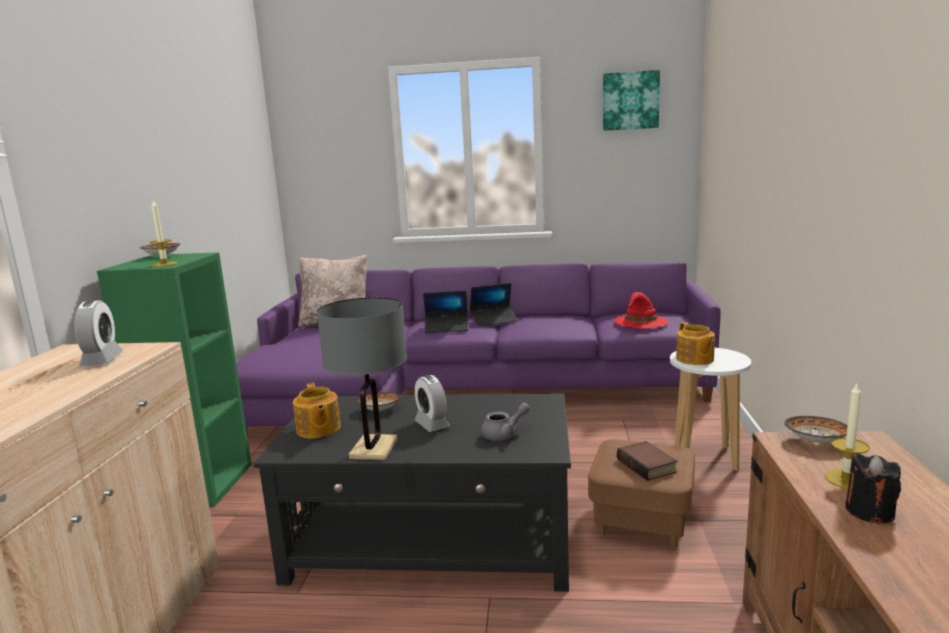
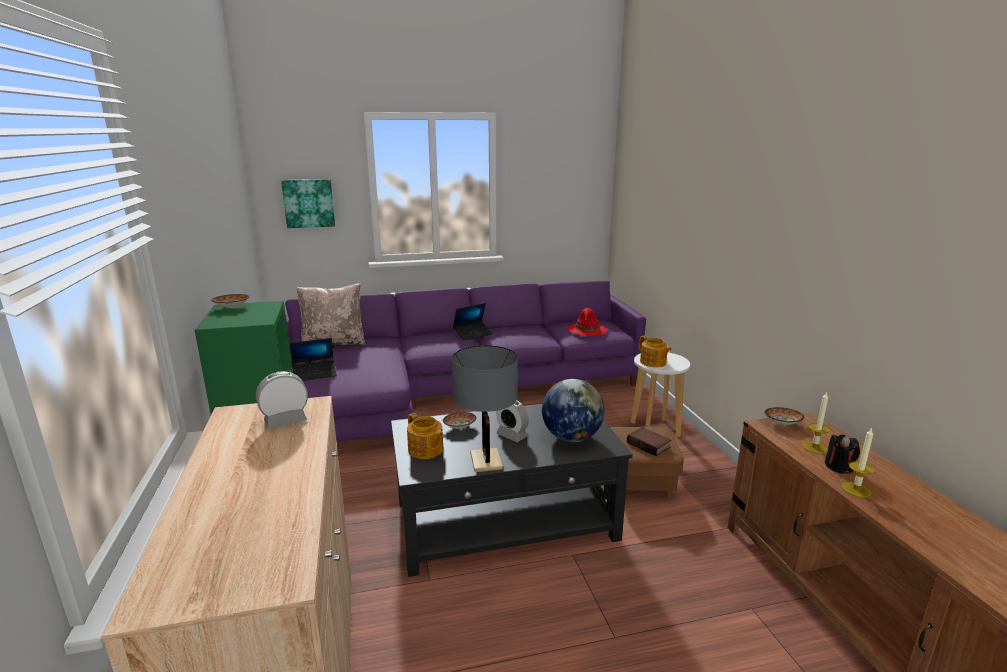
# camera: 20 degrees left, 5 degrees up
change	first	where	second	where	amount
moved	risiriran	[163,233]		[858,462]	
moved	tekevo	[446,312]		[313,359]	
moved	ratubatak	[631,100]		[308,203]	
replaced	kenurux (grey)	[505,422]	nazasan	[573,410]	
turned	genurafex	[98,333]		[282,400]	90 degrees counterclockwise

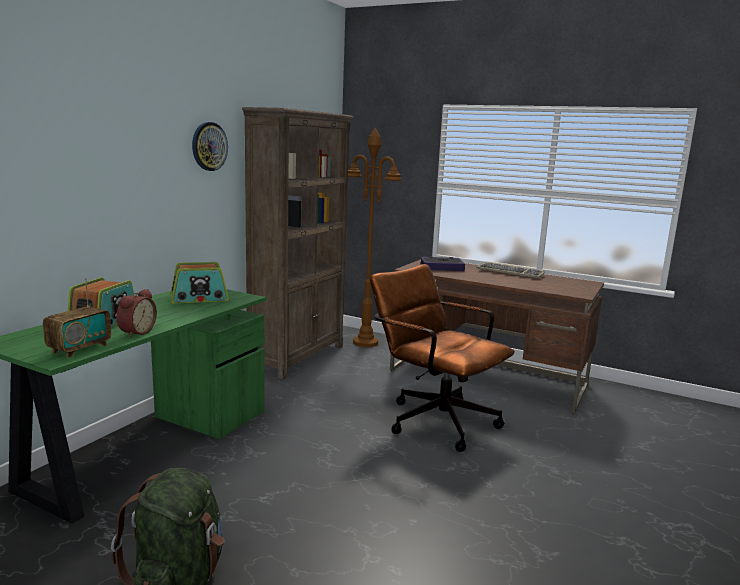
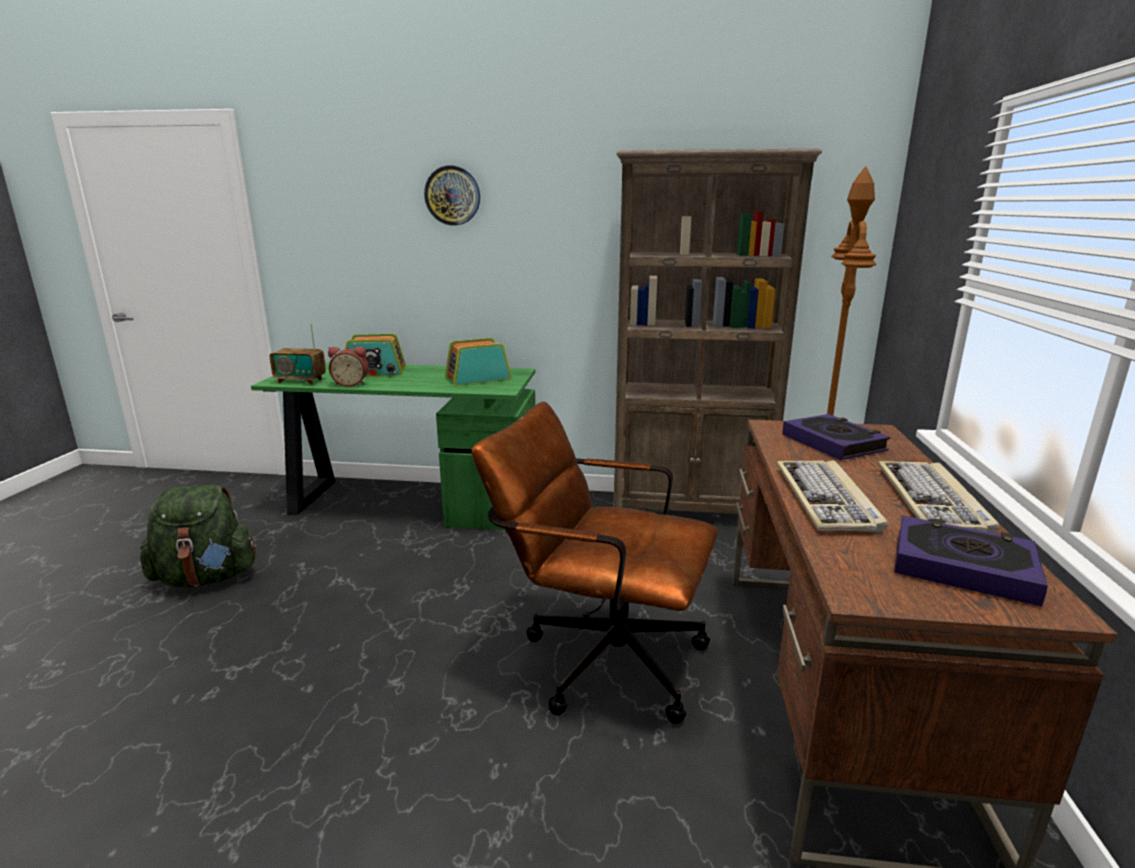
# camera: 70 degrees right, 5 degrees up
change	first	where	second	where	amount
added			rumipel	[832,496]	
added			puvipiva	[971,561]	
moved	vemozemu	[210,146]		[452,195]	
turned	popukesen	[200,283]		[478,362]	105 degrees clockwise
turned	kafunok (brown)	[442,358]		[594,562]	90 degrees counterclockwise

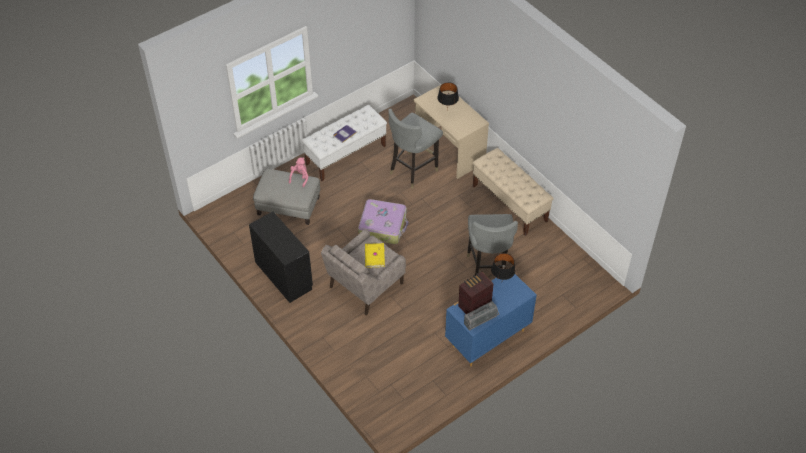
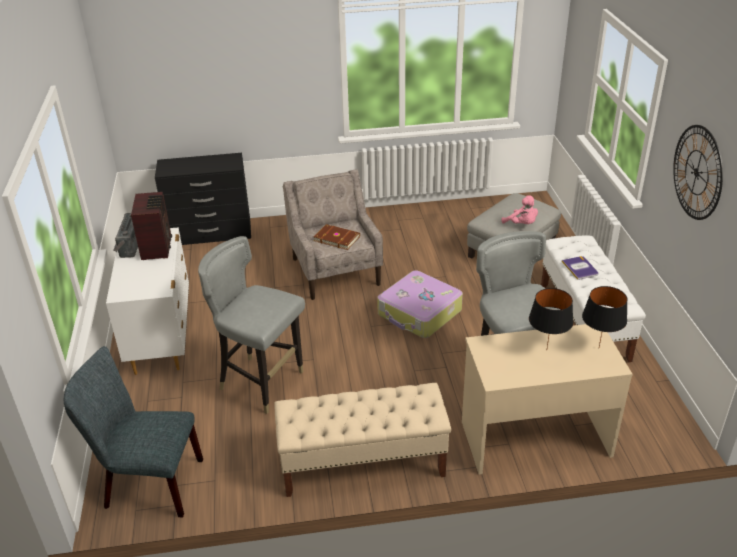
# camera: 120 degrees right, 15 degrees down
change	first	where	second	where	amount
added			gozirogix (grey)	[133,432]	
added			vemozemu	[698,172]	
moved	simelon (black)	[281,257]		[203,199]	
moved	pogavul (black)	[503,266]		[604,316]	
recoloured	puvipiva (yellow)	[375,255]	puvipiva (brown)	[337,237]	
recoloured	simelon (blue)	[491,320]	simelon (white)	[147,301]	

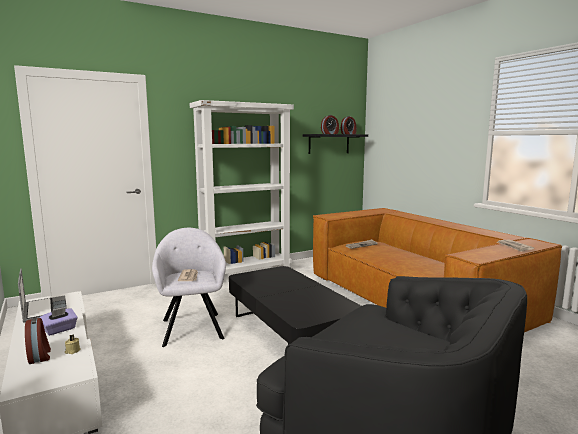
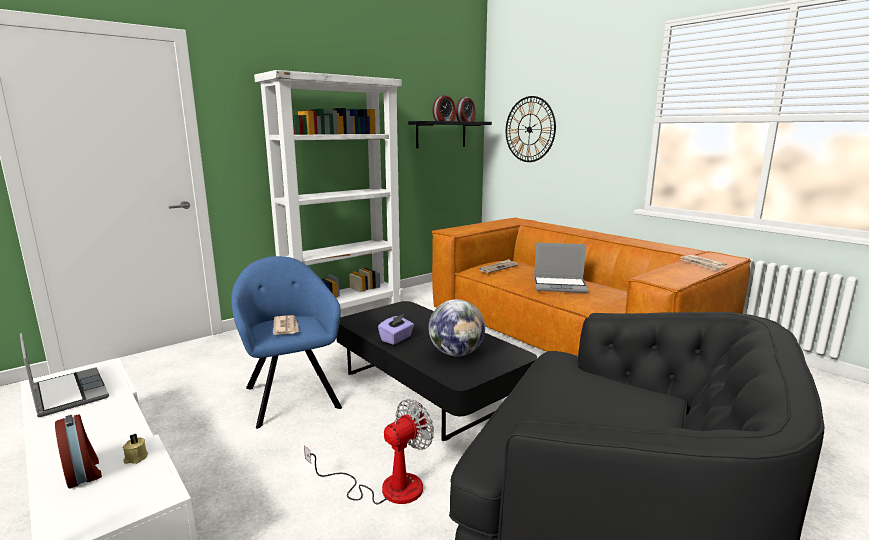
# camera: 10 degrees left, 5 degrees up
change	first	where	second	where	amount
added			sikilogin	[369,451]	
added			nazasan	[456,327]	
added			vemozemu	[531,129]	
added			tekevo	[561,268]	
moved	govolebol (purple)	[58,322]		[396,329]	
recoloured	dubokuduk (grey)	[189,287]	dubokuduk (blue)	[286,342]	

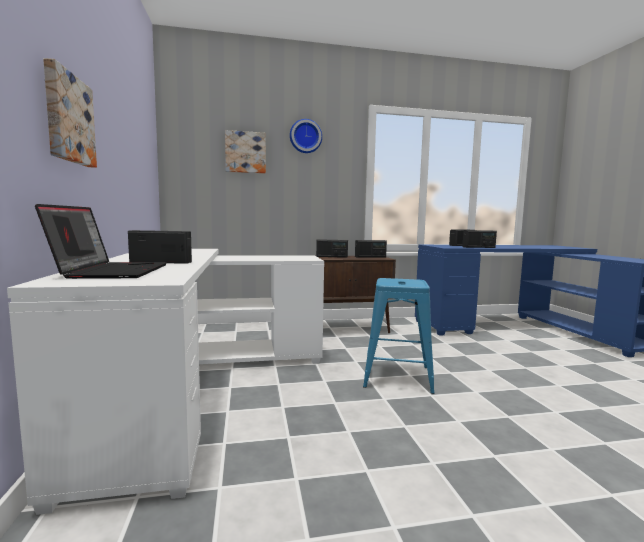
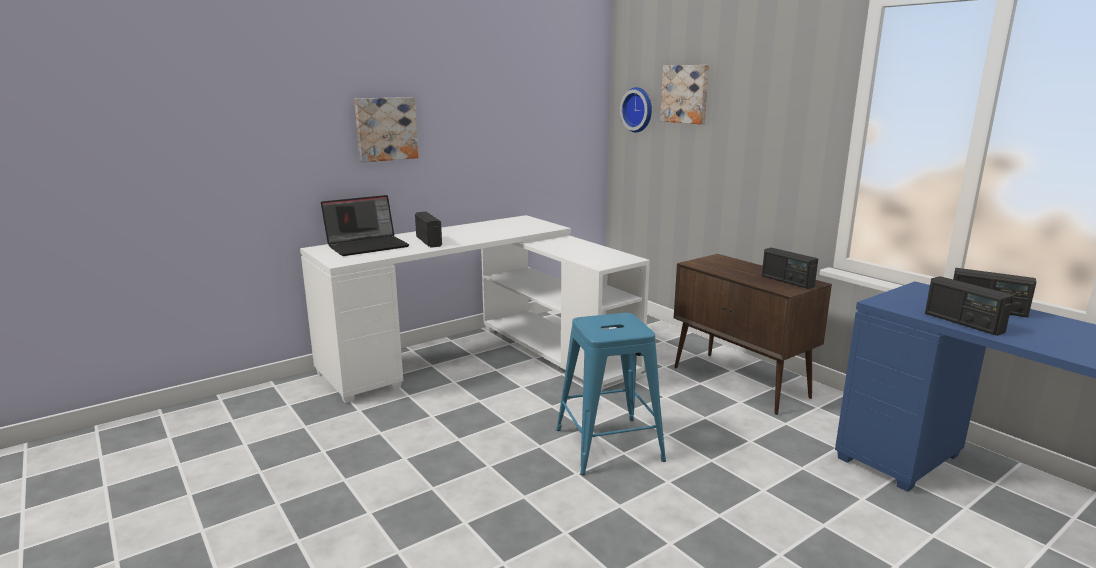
# camera: 65 degrees right, 10 degrees up
change	first	where	second	where	amount
removed	popukesen	[332,248]			
moved	vemozemu	[306,136]		[636,110]	

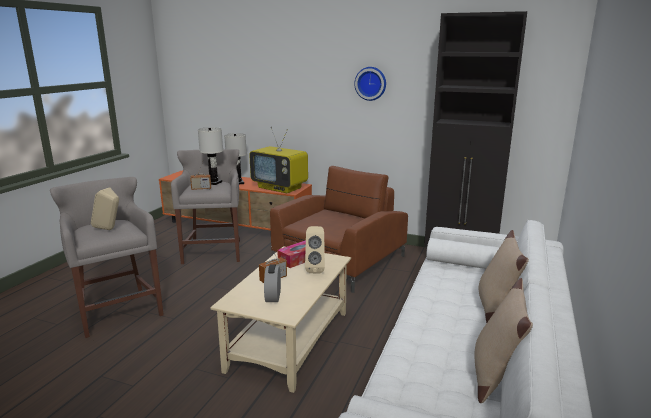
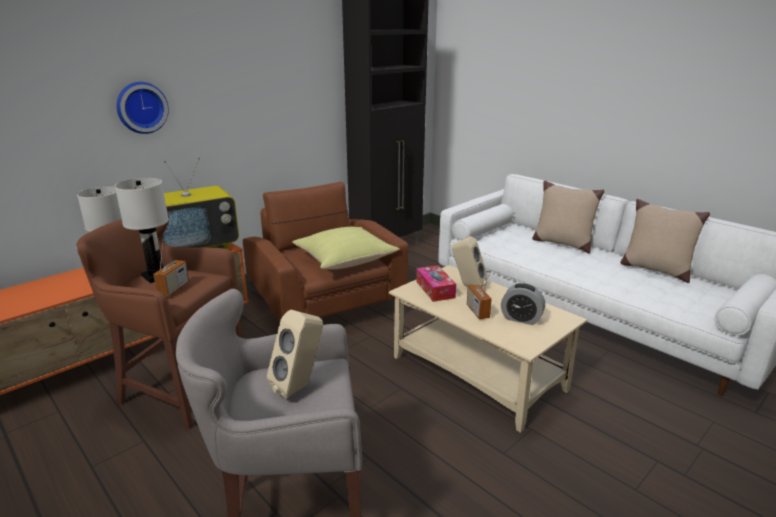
# camera: 65 degrees left, 5 degrees up
change	first	where	second	where	amount
added			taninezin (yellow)	[346,248]	
moved	vemozemu	[370,84]		[142,108]	
recoloured	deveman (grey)	[205,206]	deveman (brown)	[160,320]	

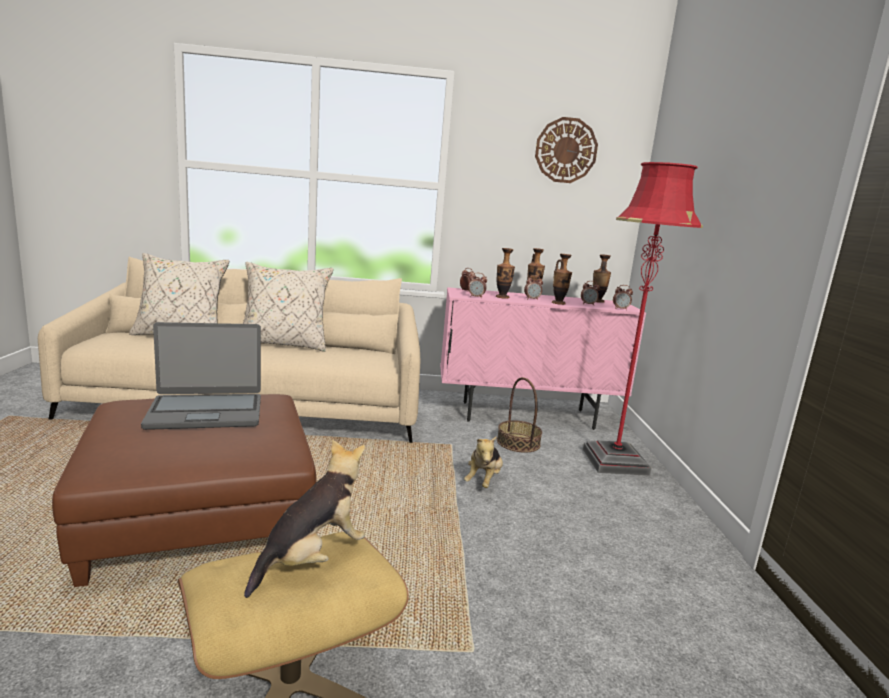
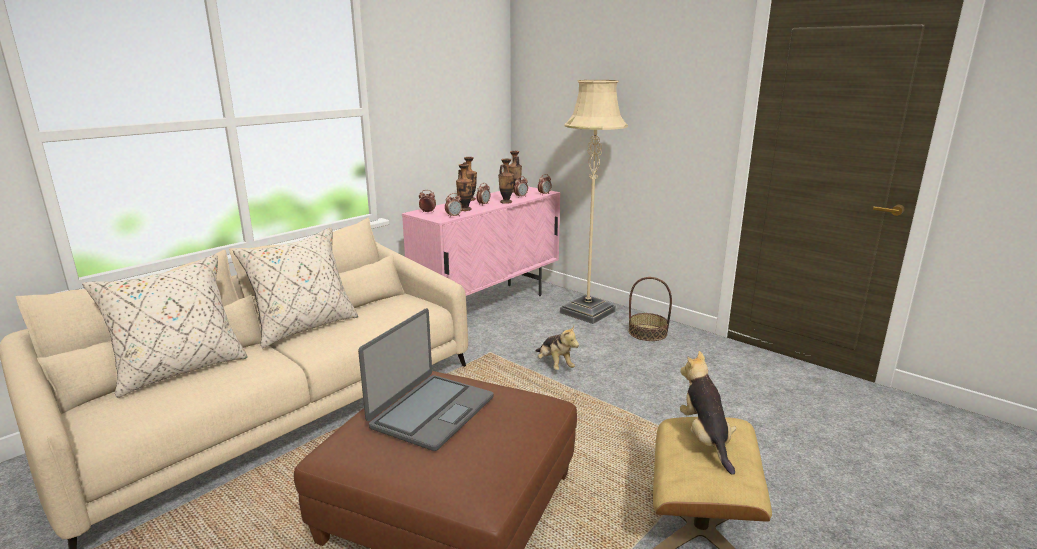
# camera: 45 degrees left, 5 degrees up
change	first	where	second	where	amount
removed	vemozemu	[566,150]			
moved	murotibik	[519,415]		[650,309]	
recoloured	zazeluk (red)	[643,319]	zazeluk (beige)	[594,202]	

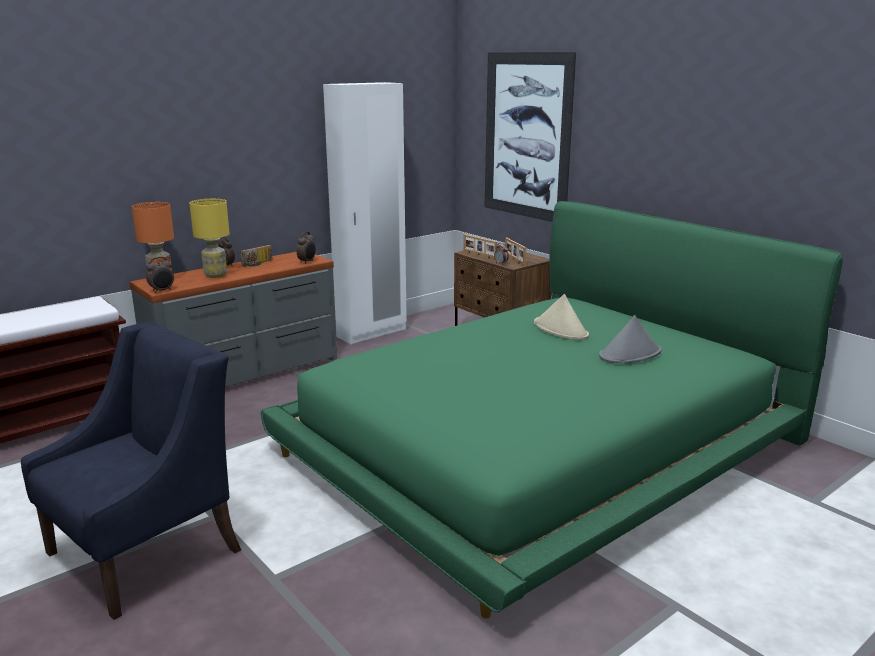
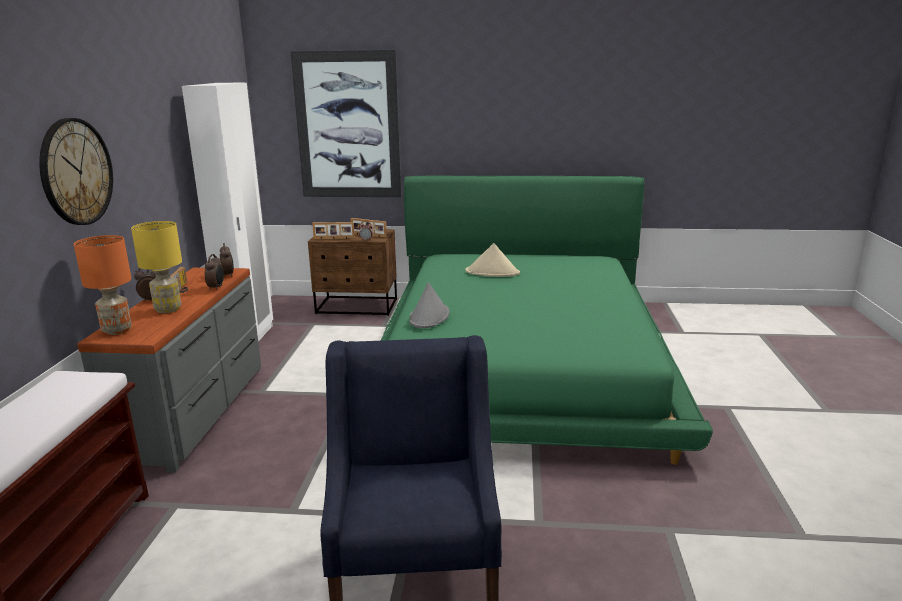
# camera: 45 degrees left, 0 degrees up
change	first	where	second	where	amount
added			vemozemu	[76,171]	
moved	genurafex	[160,275]		[214,272]	
moved	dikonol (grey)	[630,339]		[429,305]	

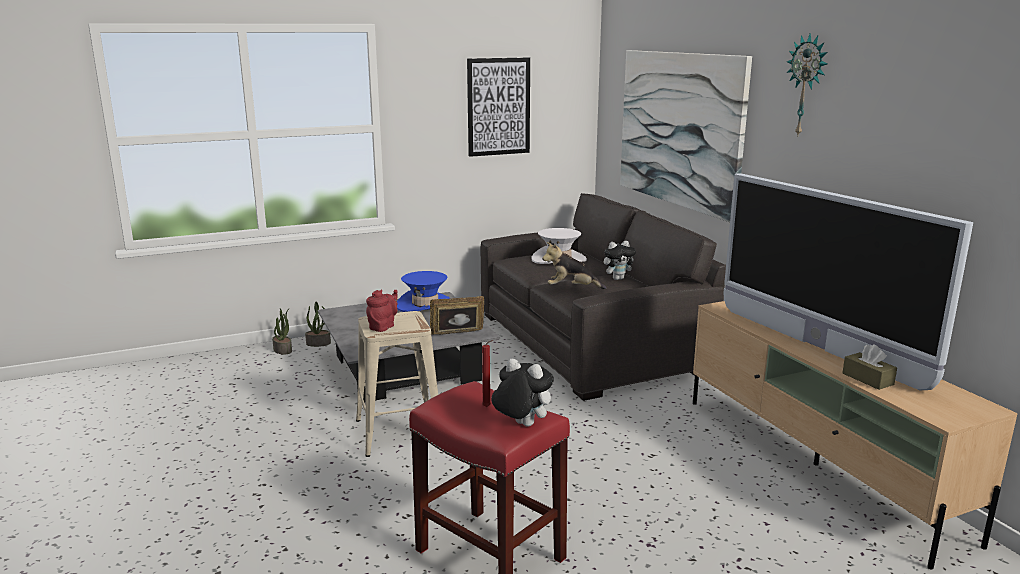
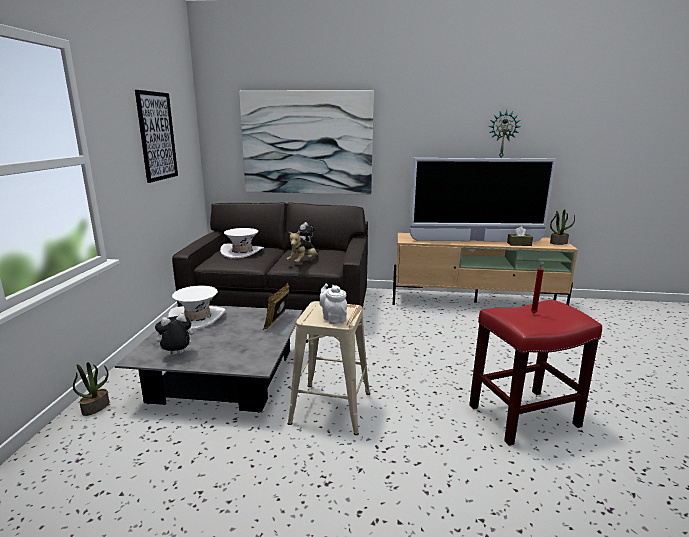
# camera: 60 degrees left, 0 degrees up
change	first	where	second	where	amount
moved	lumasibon	[282,331]		[562,227]	
moved	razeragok	[523,393]		[172,334]	
moved	vemozemu	[807,84]		[504,134]	
recoloured	kenurux (red)	[382,311]	kenurux (white)	[333,304]	
recoloured	dikonol (blue)	[423,291]	dikonol (white)	[197,308]	

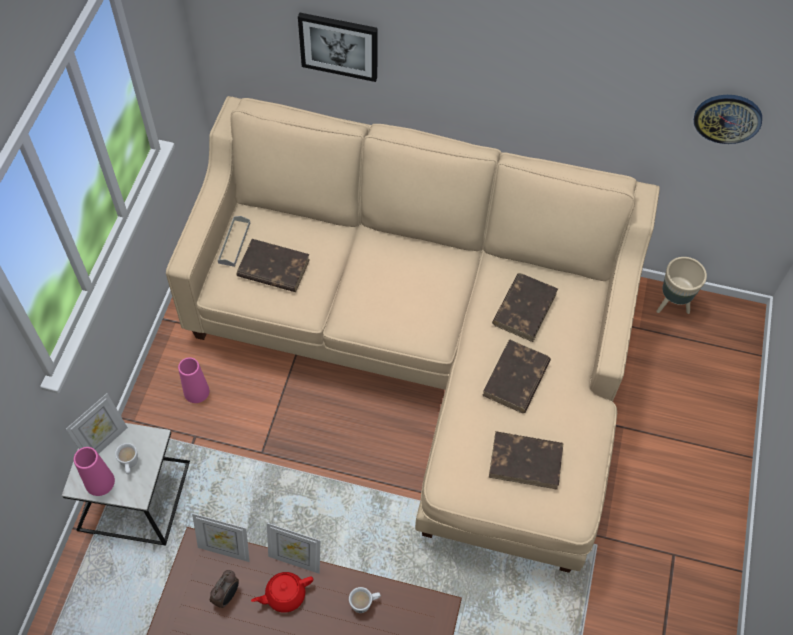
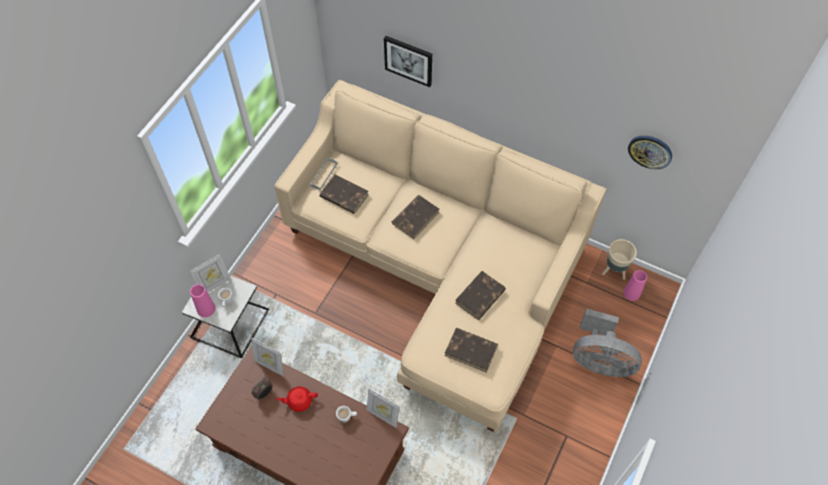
# camera: 15 degrees right, 0 degrees up
change	first	where	second	where	amount
added			sikilogin (grey)	[607,343]	
moved	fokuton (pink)	[193,380]		[635,285]	
moved	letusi	[294,548]		[383,408]	
moved	puvipiva (brown)	[525,307]		[416,217]	

